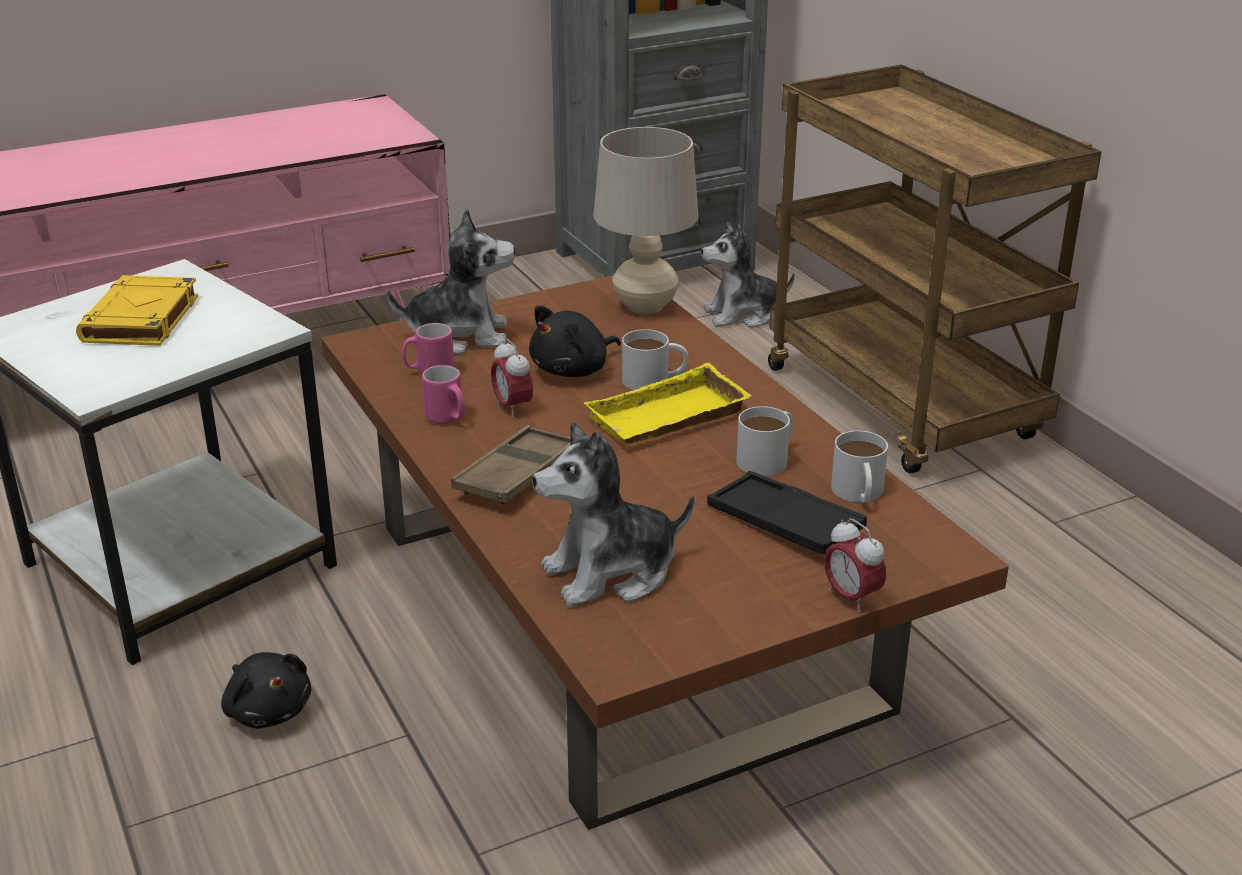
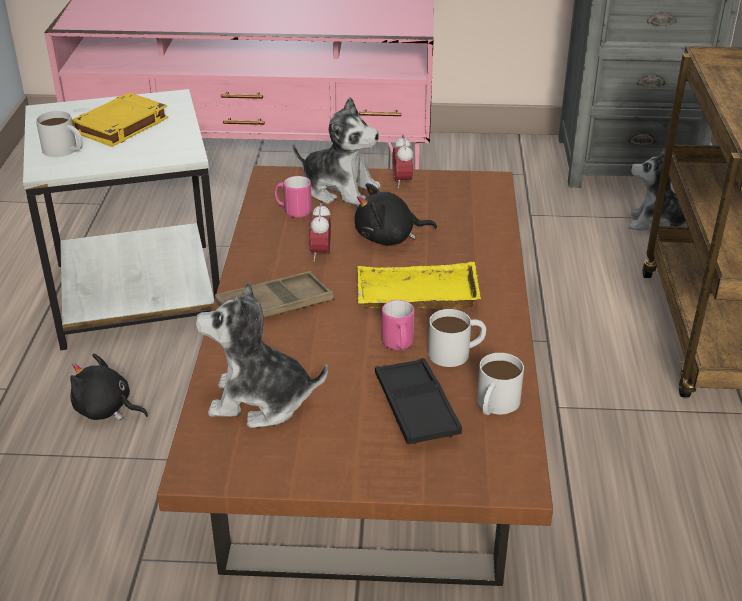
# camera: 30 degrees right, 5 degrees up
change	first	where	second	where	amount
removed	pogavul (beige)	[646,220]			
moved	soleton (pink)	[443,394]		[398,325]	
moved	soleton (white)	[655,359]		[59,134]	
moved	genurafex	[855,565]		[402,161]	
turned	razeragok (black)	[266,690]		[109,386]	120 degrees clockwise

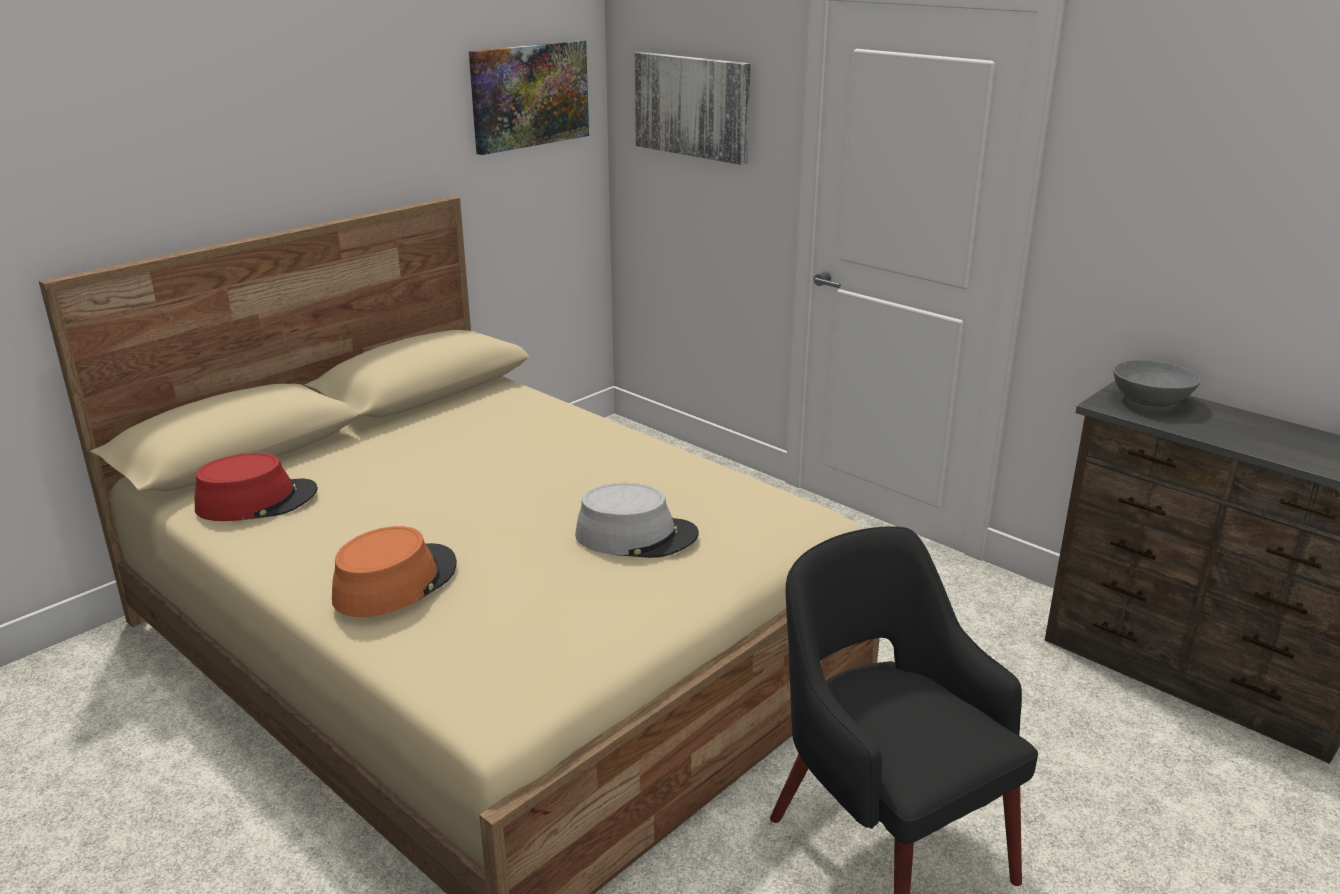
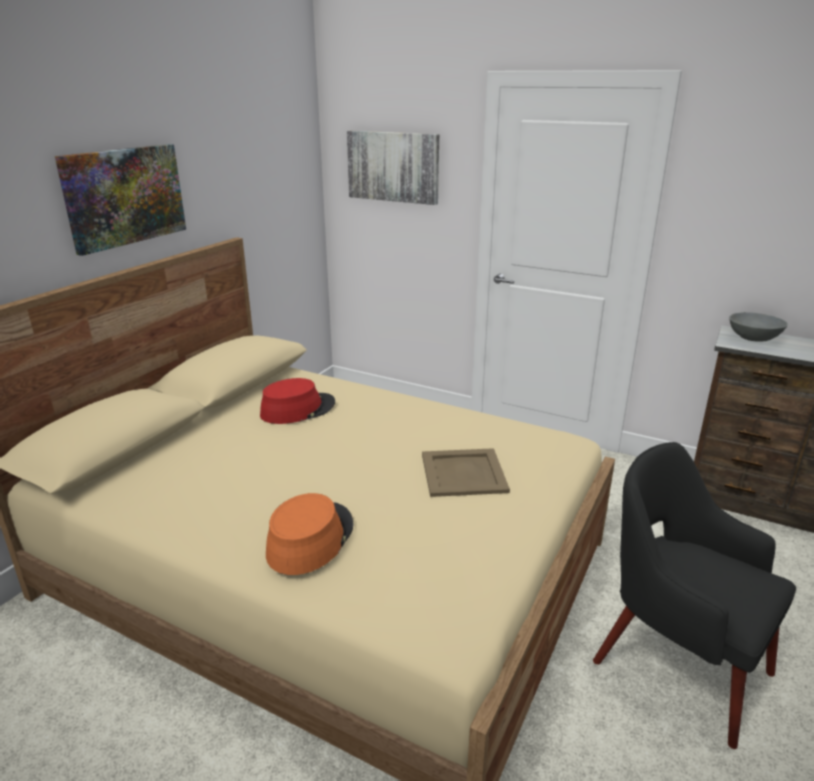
# camera: 15 degrees left, 0 degrees up
change	first	where	second	where	amount
moved	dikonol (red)	[256,487]		[297,401]	
moved	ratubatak	[529,97]		[120,200]	
replaced	dikonol (grey)	[637,520]	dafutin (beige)	[466,472]	

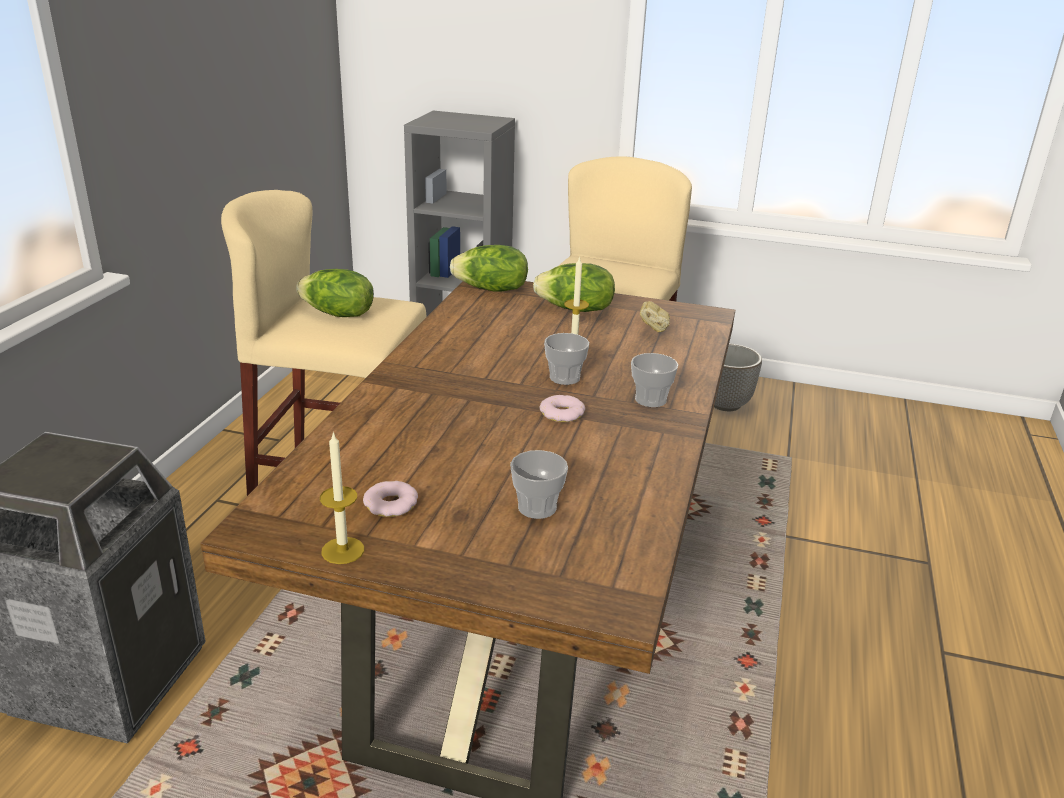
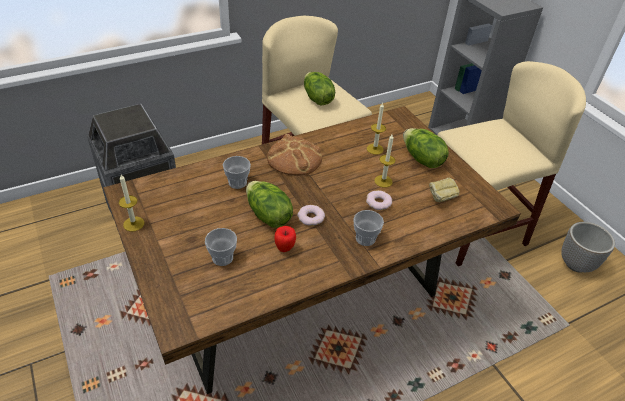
# camera: 45 degrees right, 15 degrees up
change	first	where	second	where	amount
added			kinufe	[294,155]	
added			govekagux	[285,239]	
added			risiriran	[376,128]	
moved	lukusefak	[390,499]		[379,200]	
moved	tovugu	[489,268]		[269,204]	
moved	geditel	[566,359]		[237,172]	

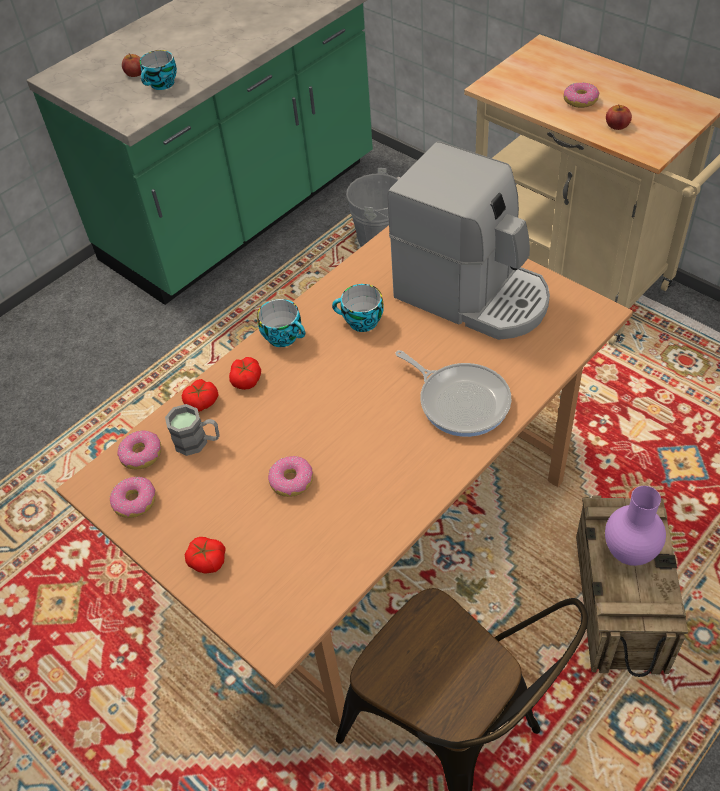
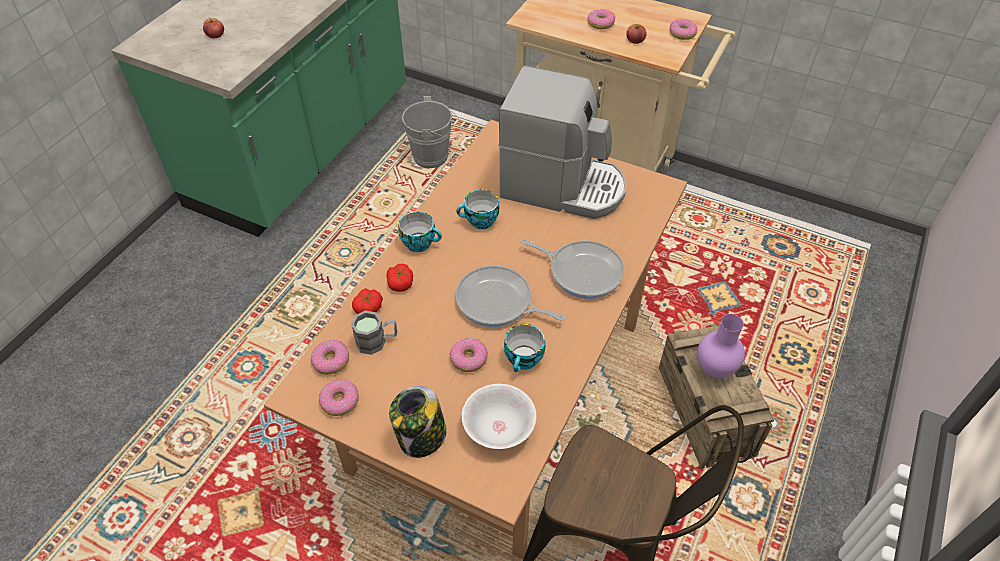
# camera: 20 degrees left, 0 degrees up
change	first	where	second	where	amount
added			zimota	[510,296]	
added			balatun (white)	[499,416]	
added			lukusefak	[684,29]	
moved	geditel	[158,70]		[525,348]	
replaced	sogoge	[205,555]	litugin	[418,422]	

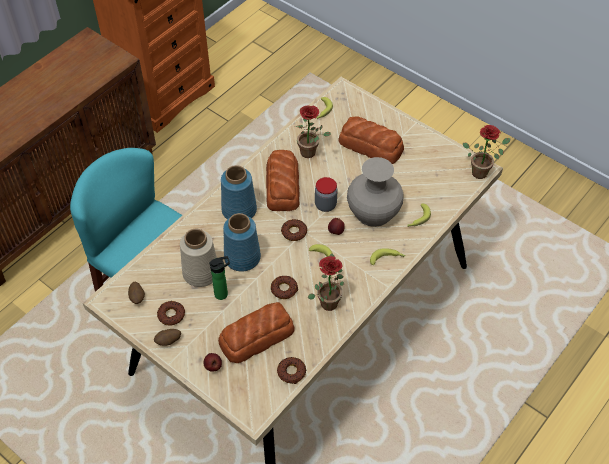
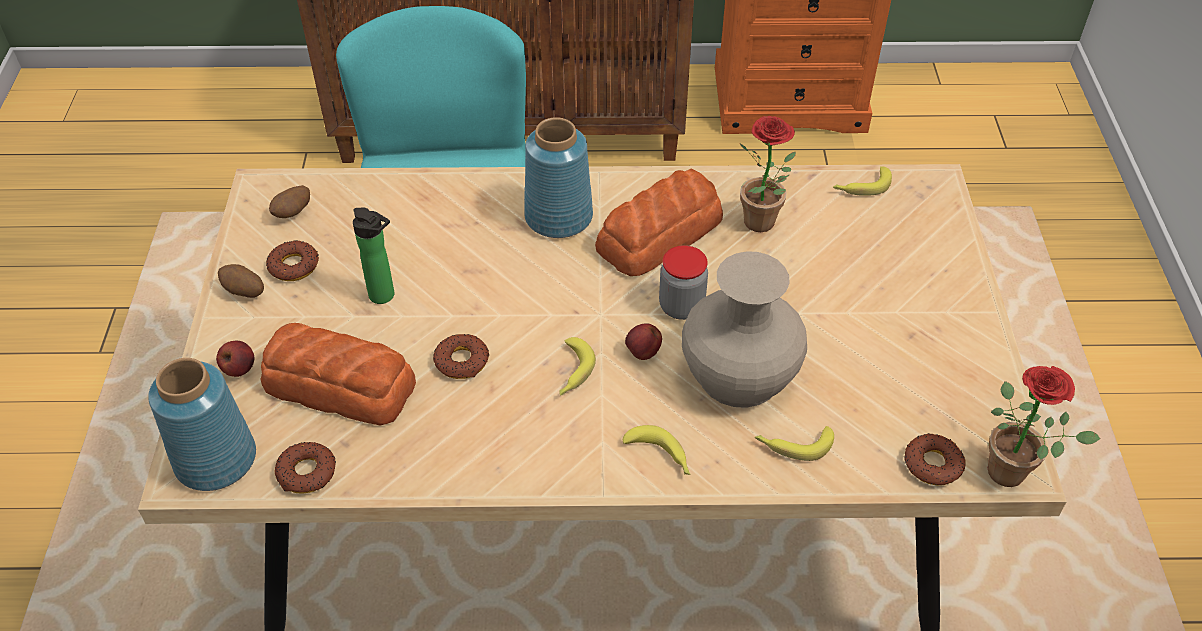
# camera: 50 degrees right, 5 degrees down
change	first	where	second	where	amount
removed	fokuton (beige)	[198,258]			
removed	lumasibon	[326,282]			
removed	kinufe	[371,140]			
moved	fokuton (blue)	[242,242]		[202,424]	
moved	lukusefak	[294,230]		[935,459]	

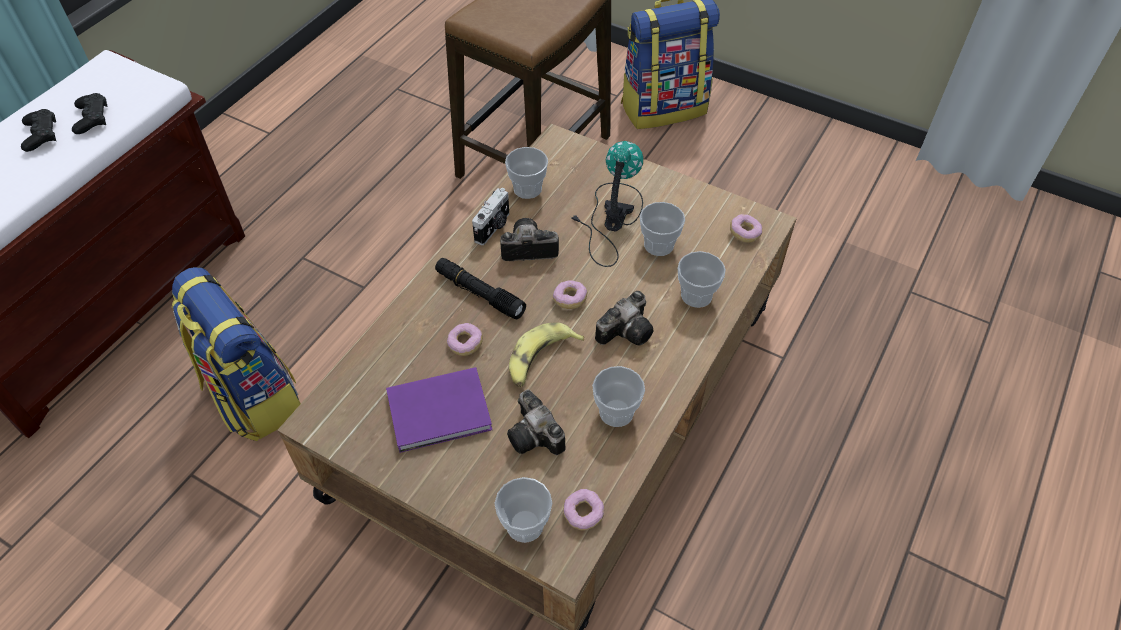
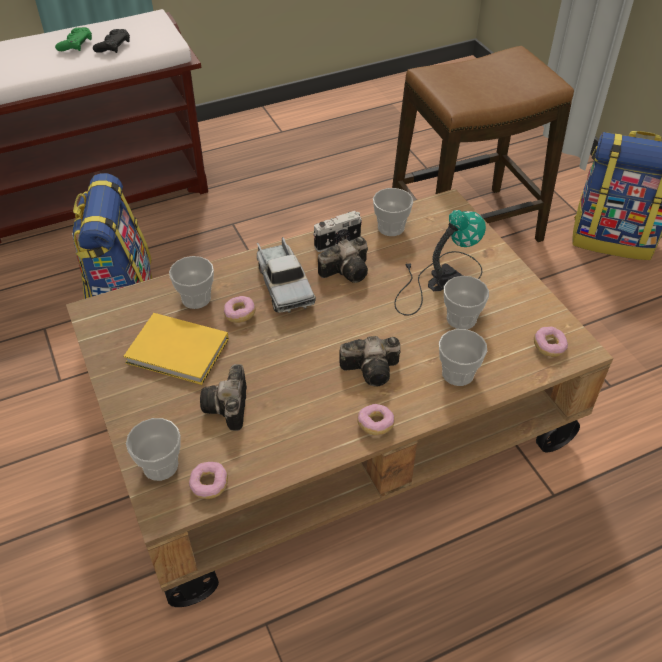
# camera: 35 degrees right, 5 degrees down
change	first	where	second	where	amount
removed	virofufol	[546,354]			
moved	lukusefak	[570,294]		[376,419]	
moved	geditel	[618,396]		[191,282]	
replaced	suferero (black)	[480,289]	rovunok	[286,275]	
recoloured	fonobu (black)	[38,130]	fonobu (green)	[73,39]	
recoloured	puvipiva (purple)	[439,410]	puvipiva (yellow)	[176,349]	
turned	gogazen	[529,240]		[343,260]	120 degrees clockwise

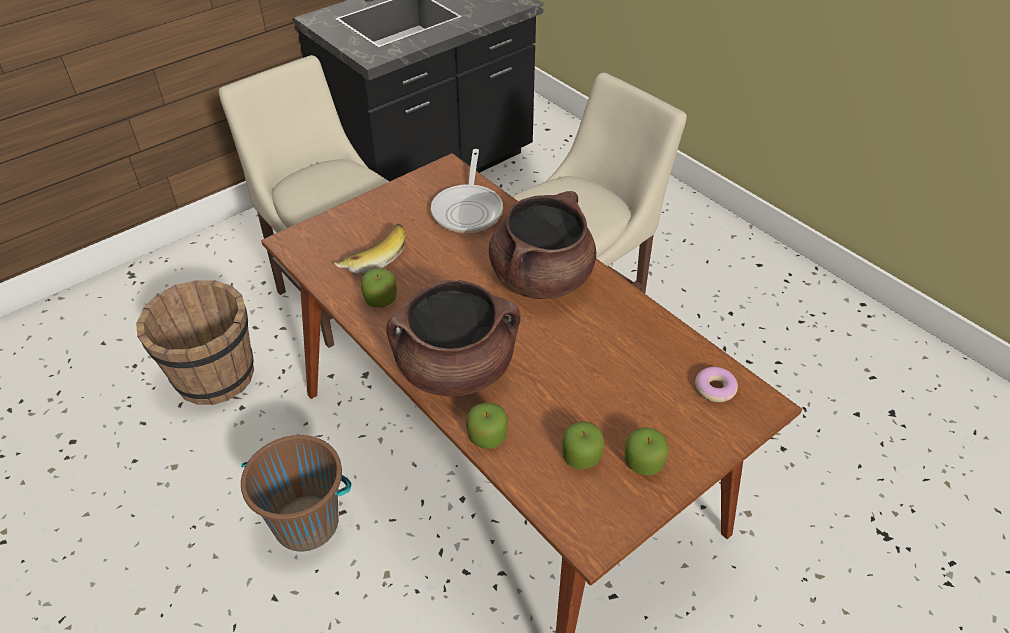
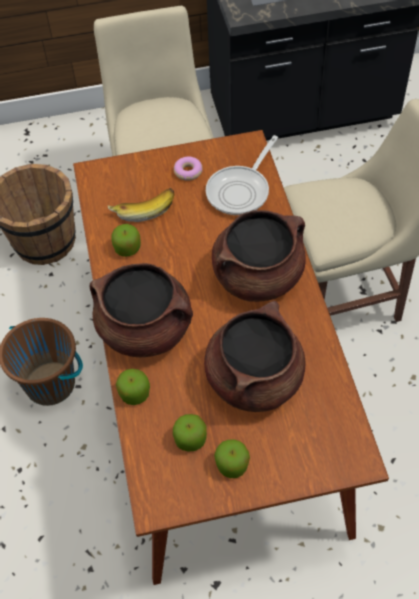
# camera: 30 degrees right, 10 degrees up
change	first	where	second	where	amount
added			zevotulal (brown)	[254,356]	
moved	lukusefak	[716,384]		[188,169]	

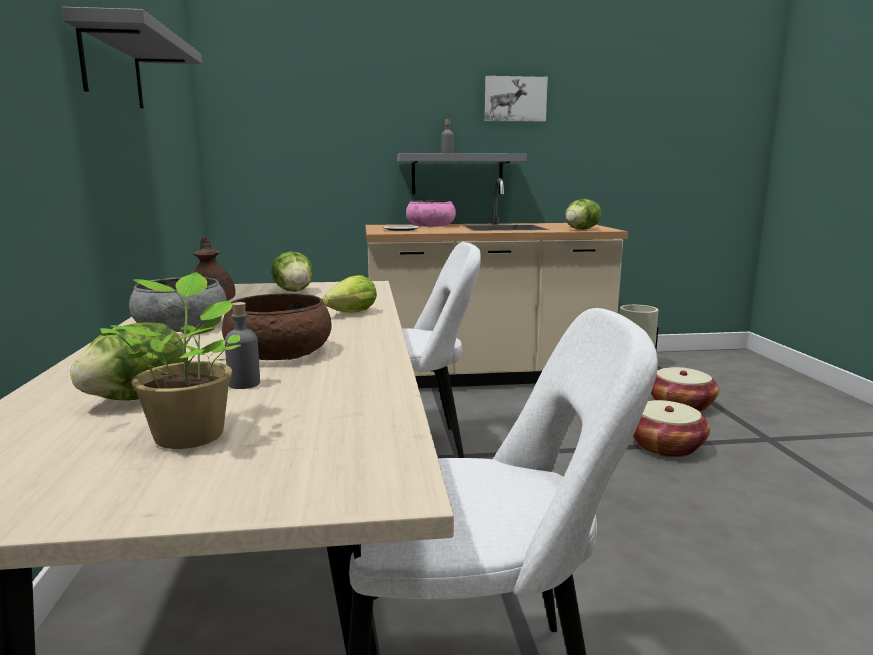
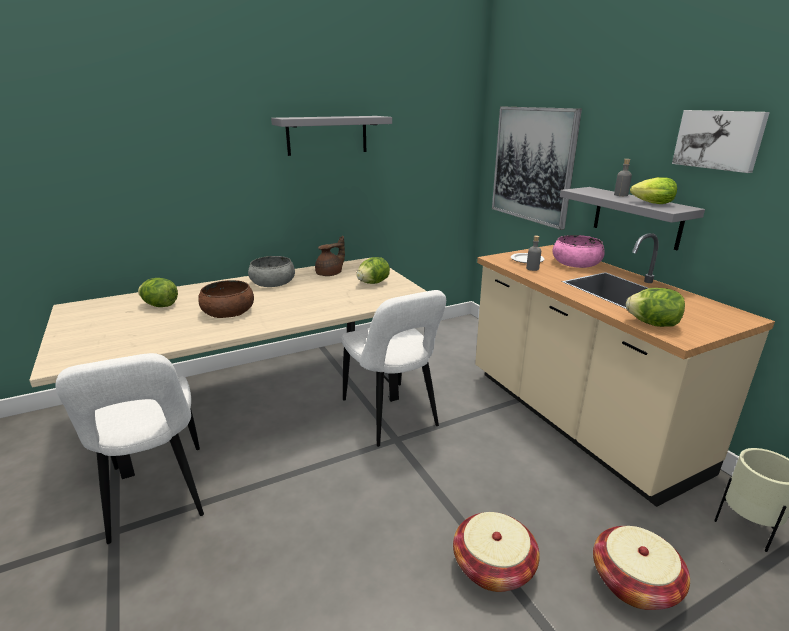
# camera: 70 degrees right, 10 degrees up
change	first	where	second	where	amount
removed	lumasibon	[170,360]			
added			ratubatak	[537,168]	
moved	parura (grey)	[242,345]		[533,253]	
moved	tovugu	[350,294]		[653,190]	

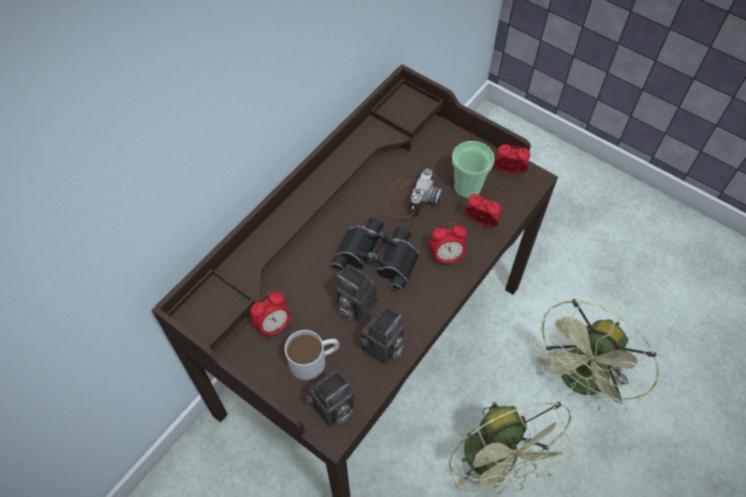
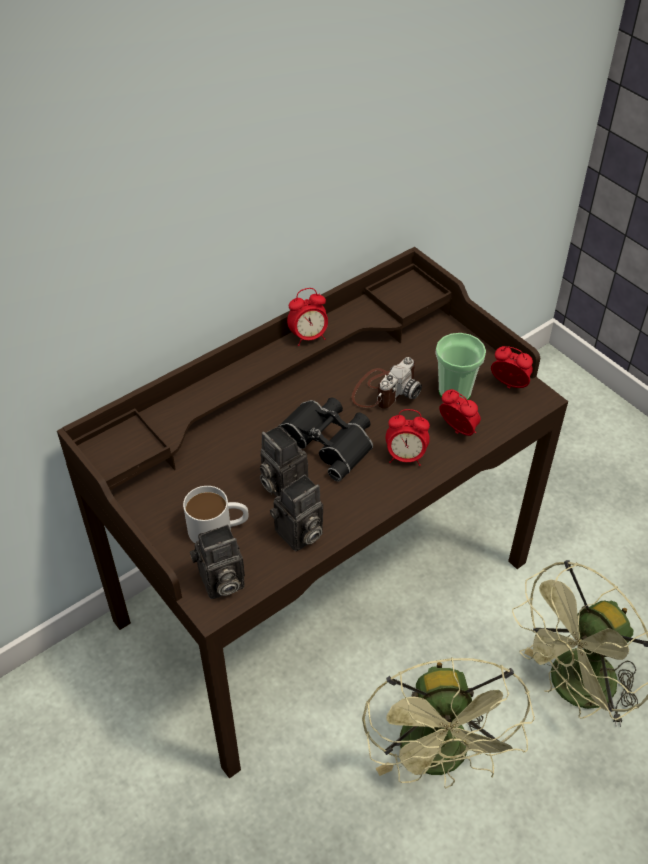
# camera: 15 degrees right, 10 degrees down
change	first	where	second	where	amount
moved	genurafex	[270,316]		[307,317]	

